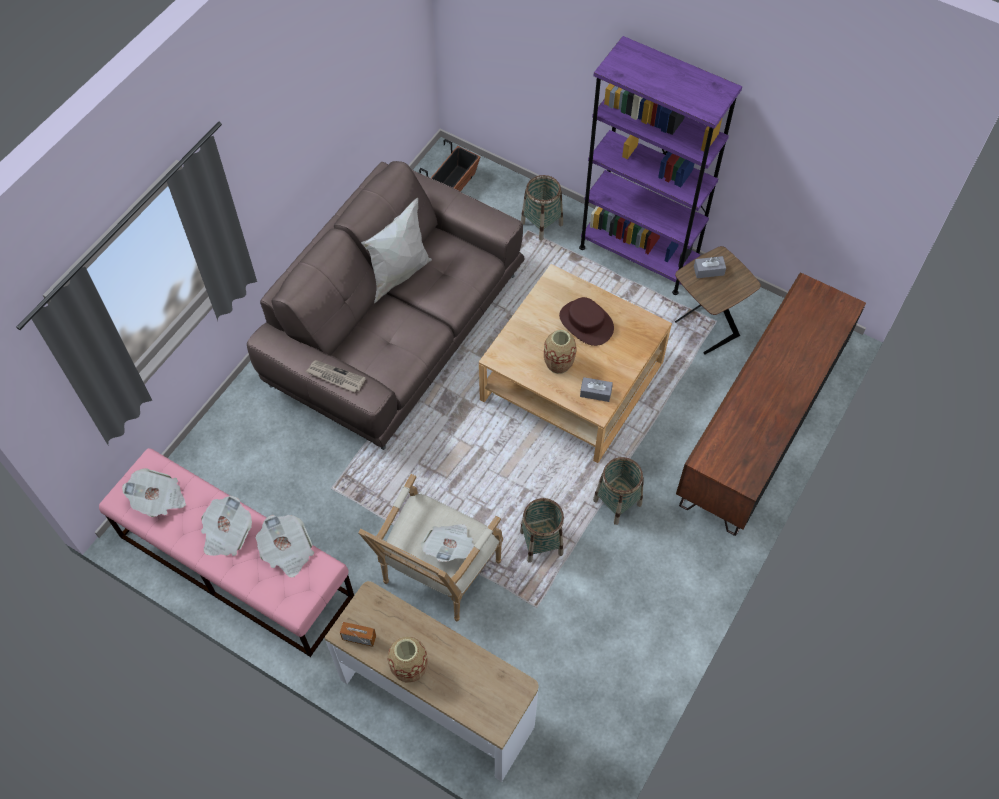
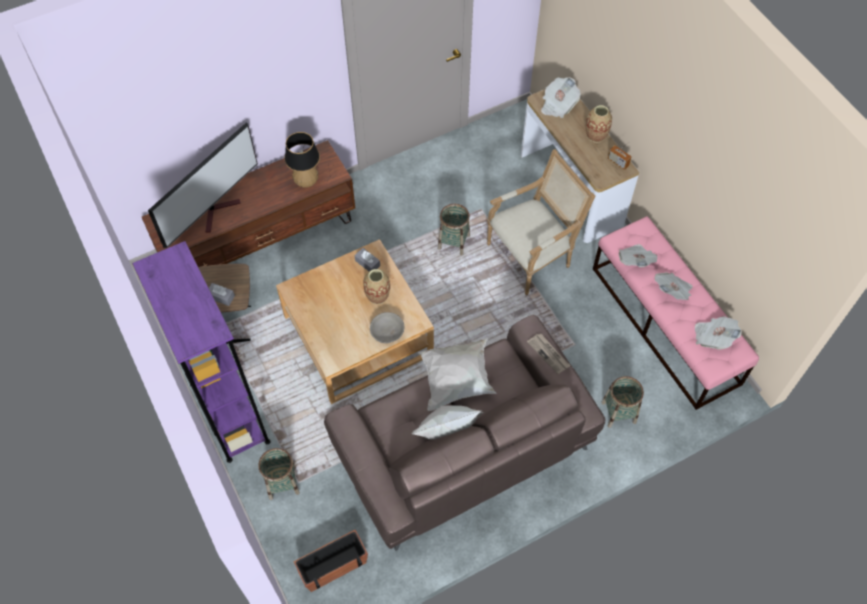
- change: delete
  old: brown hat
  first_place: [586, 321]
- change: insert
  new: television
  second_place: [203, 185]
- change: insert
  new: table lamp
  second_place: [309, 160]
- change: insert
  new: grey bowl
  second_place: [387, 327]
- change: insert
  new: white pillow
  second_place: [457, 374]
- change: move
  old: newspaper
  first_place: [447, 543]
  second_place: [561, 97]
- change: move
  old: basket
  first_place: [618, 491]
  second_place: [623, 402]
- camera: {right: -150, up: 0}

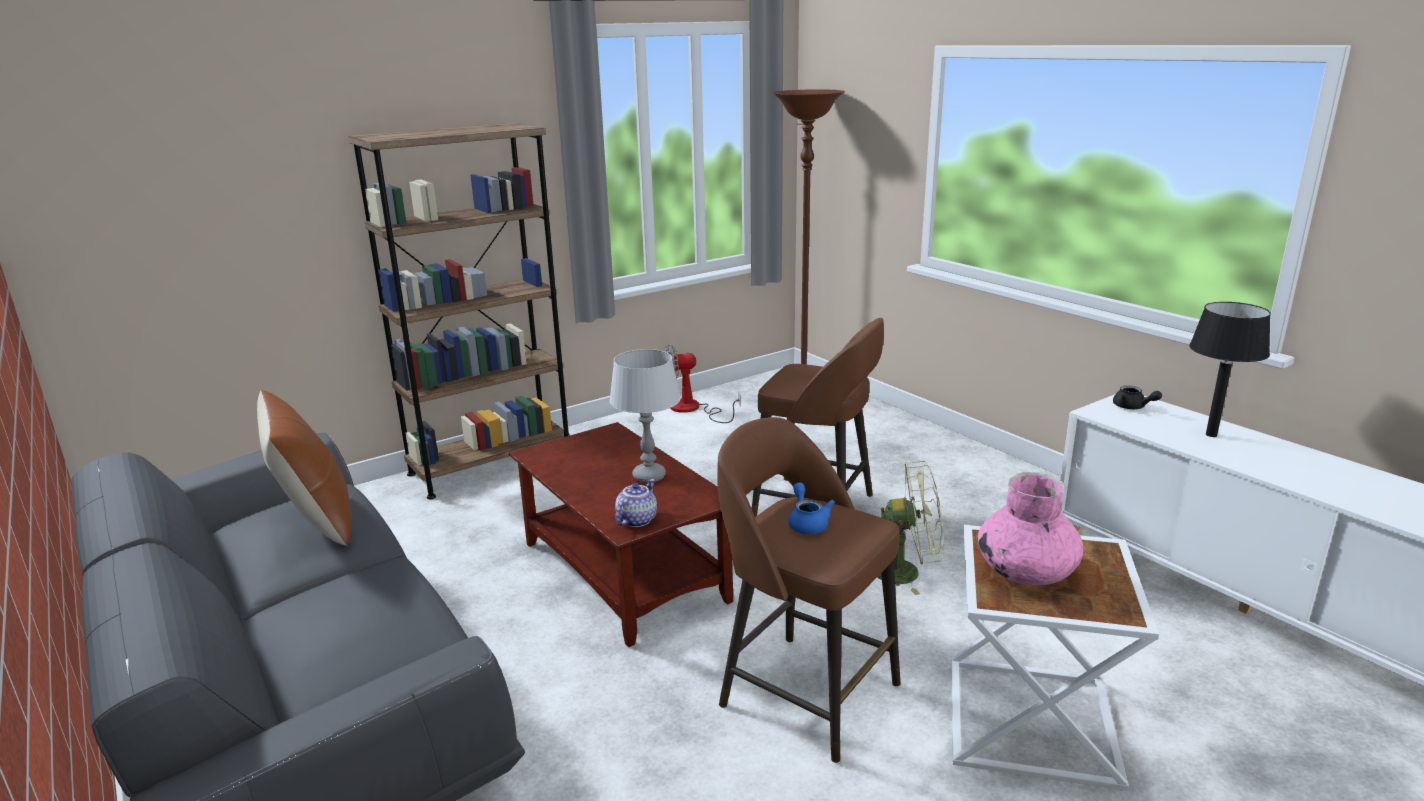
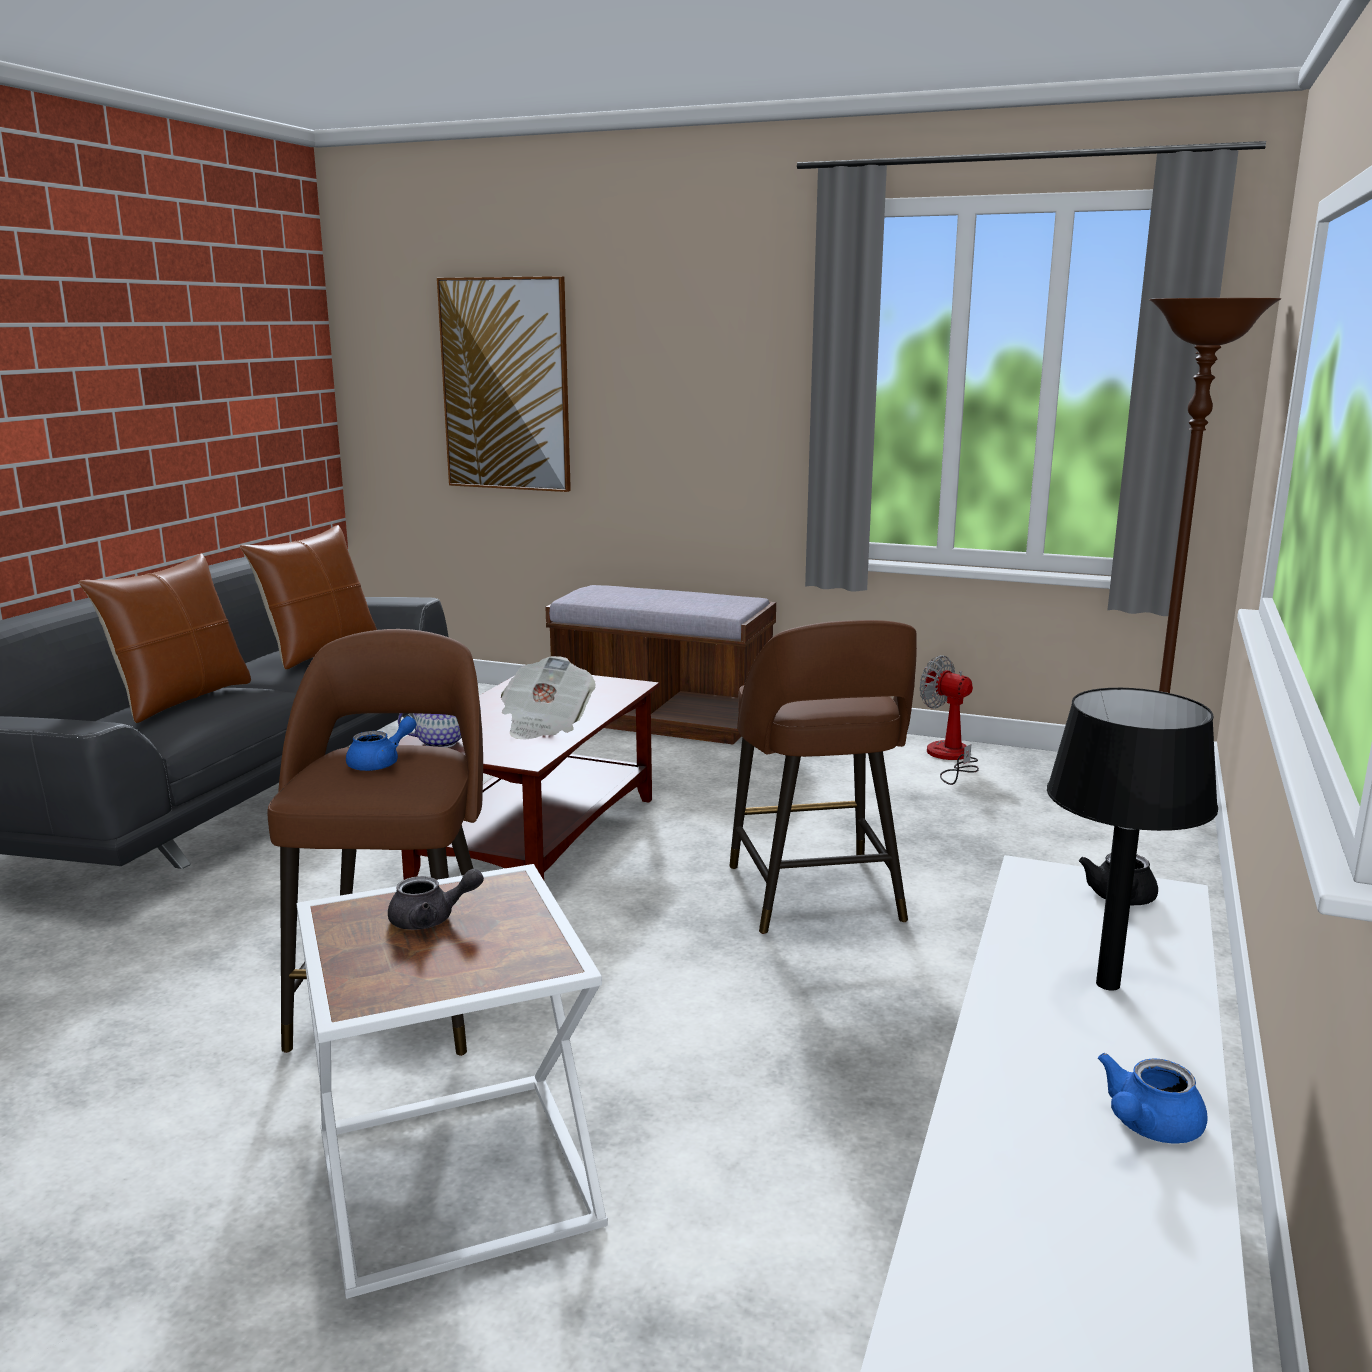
- change: delete
  old: green fan
  first_place: [910, 528]
- change: insert
  new: brown pillow
  second_place: [164, 638]
- change: insert
  new: picture
  second_place: [504, 384]
- change: insert
  new: blue teapot
  second_place: [1153, 1098]
- change: replace
  old: brown bookcase
  new: brown bench
  first_place: [459, 311]
  second_place: [660, 665]
- change: replace
  old: grey table lamp
  new: newspaper
  first_place: [645, 416]
  second_place: [548, 697]
- change: replace
  old: pink vase
  new: grey teapot
  first_place: [1031, 528]
  second_place: [436, 899]
- camera: {right: 55, up: -5}

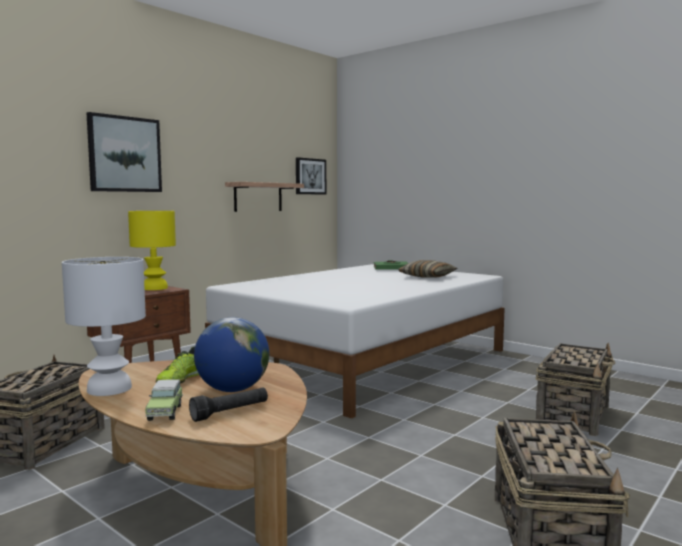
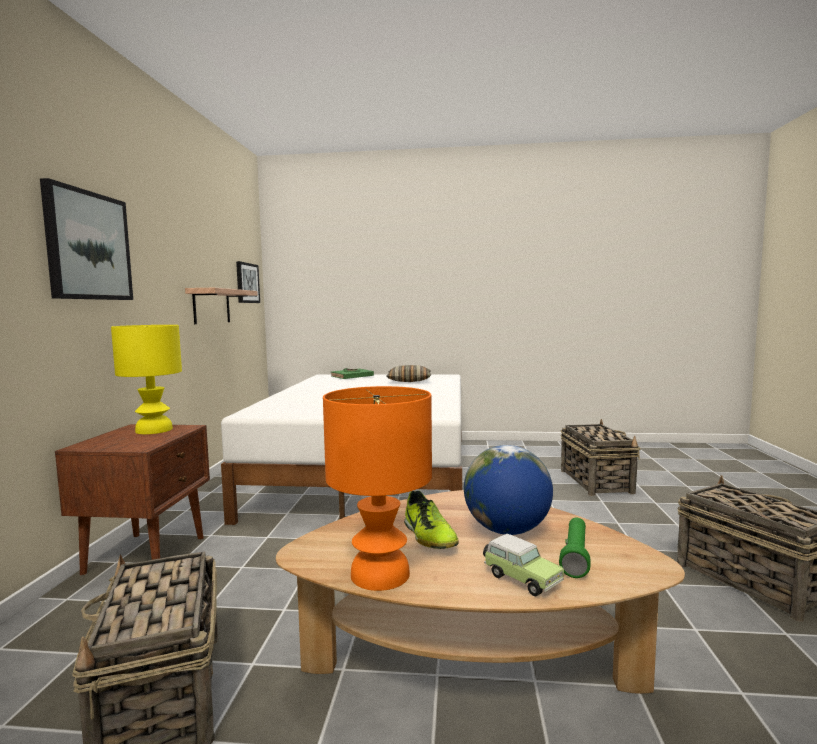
- change: recolor
  old: white table lamp
  new: orange table lamp
  first_place: [104, 326]
  second_place: [377, 488]
- change: recolor
  old: black flashlight
  new: green flashlight
  first_place: [228, 405]
  second_place: [574, 547]
- camera: {right: -35, up: 0}

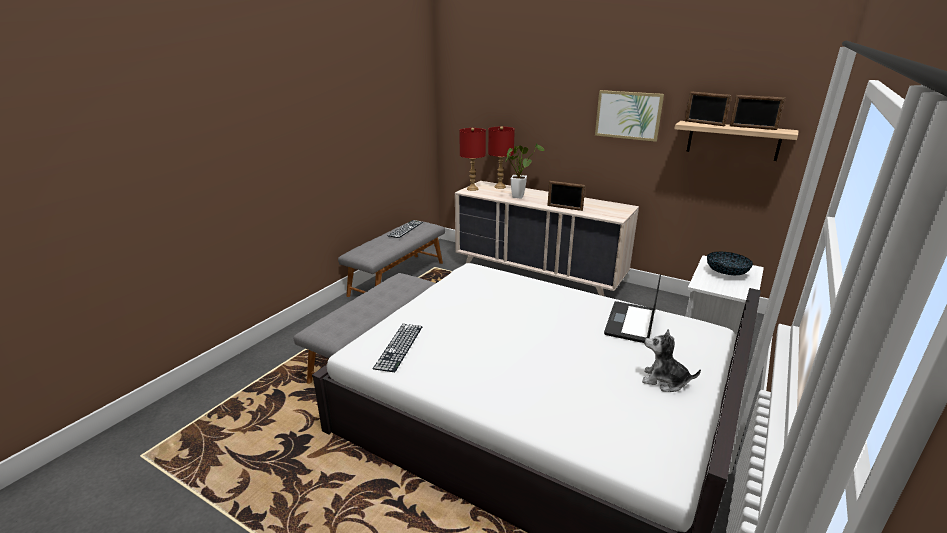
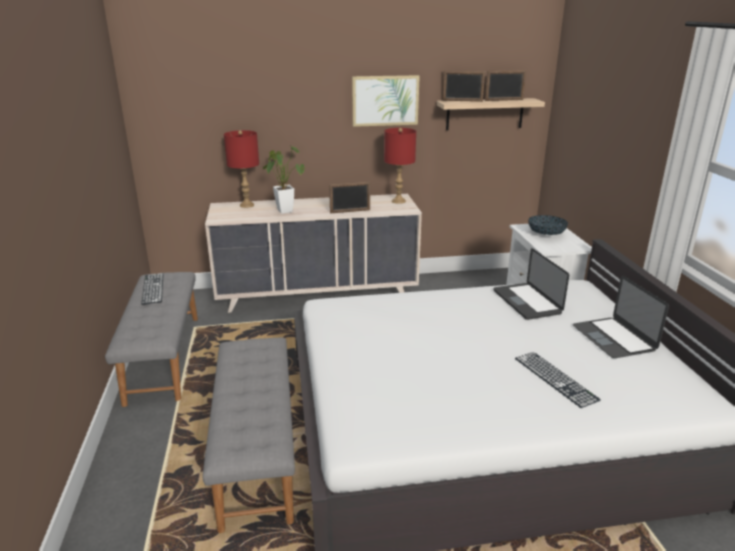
- change: move
  old: keyboard
  first_place: [398, 348]
  second_place: [558, 380]
- change: move
  old: red table lamp
  first_place: [472, 159]
  second_place: [400, 166]
- change: replace
  old: plush toy
  new: laptop
  first_place: [671, 360]
  second_place: [621, 317]
- camera: {right: -40, up: 0}

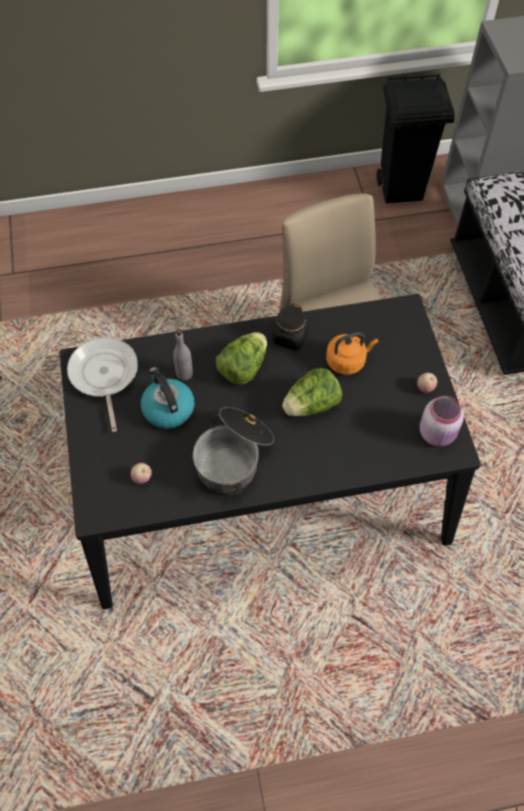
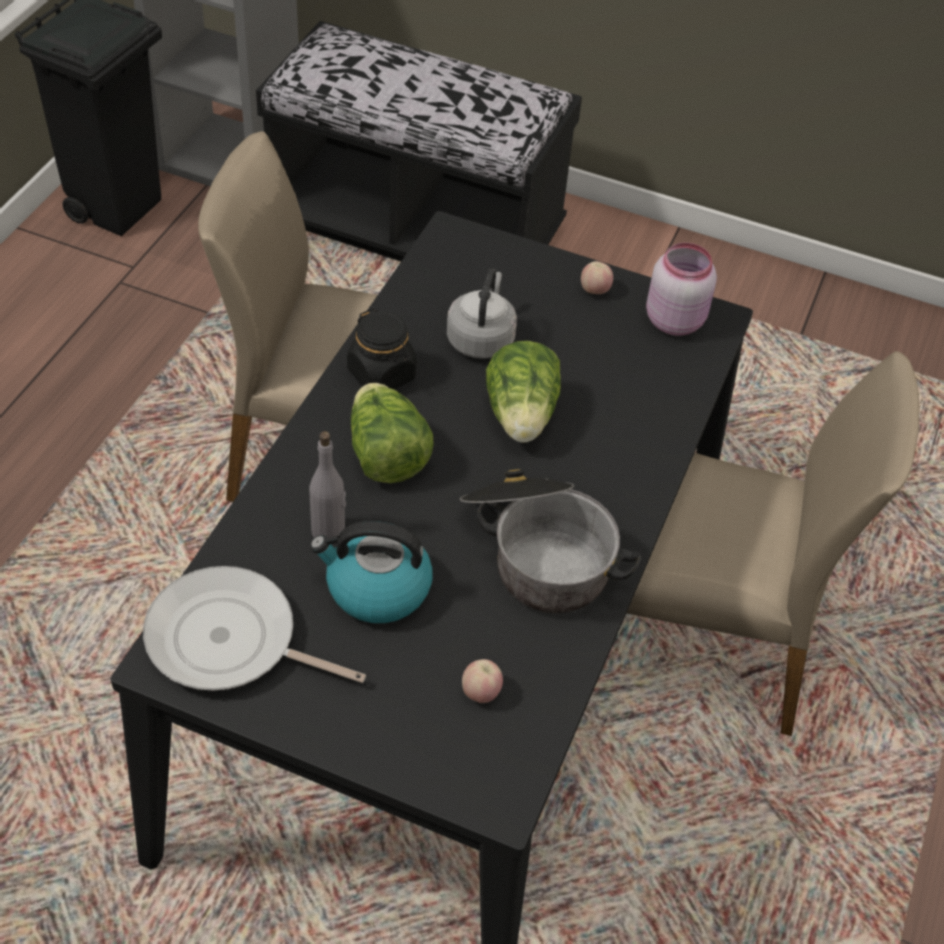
- change: insert
  new: beige chair
  second_place: [773, 543]
- change: recolor
  old: orange kettle
  new: grey kettle
  first_place: [352, 353]
  second_place: [482, 313]
- camera: {right: -60, up: -10}

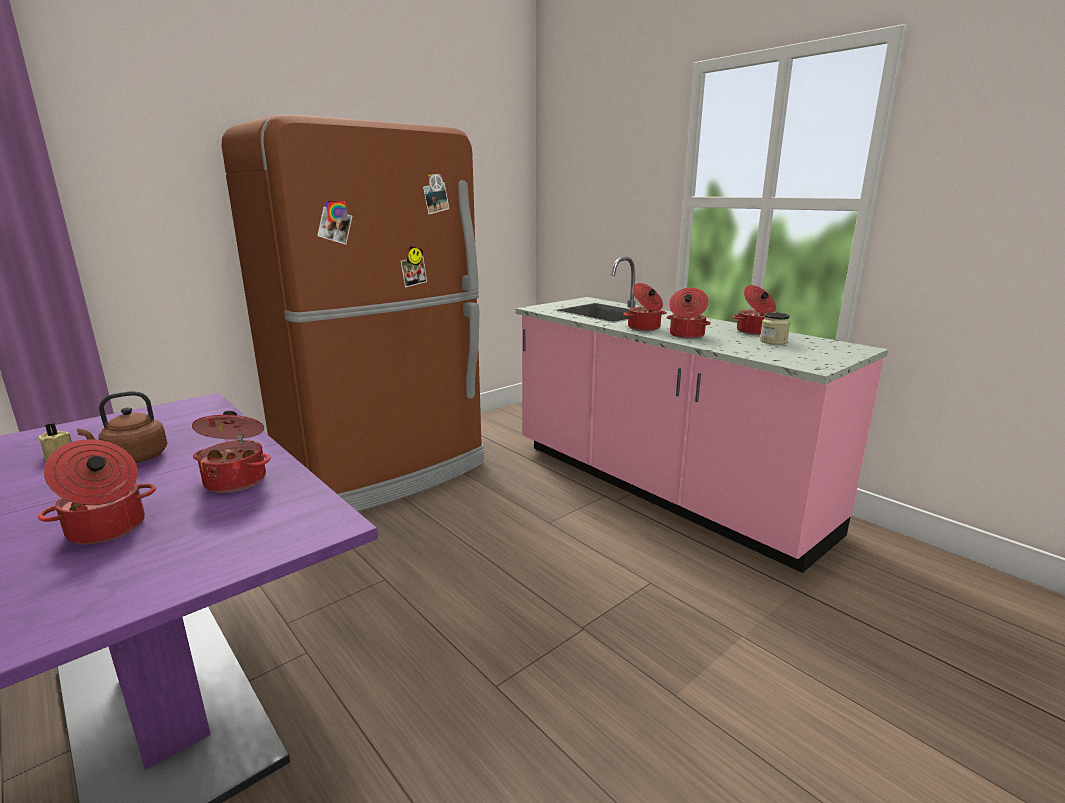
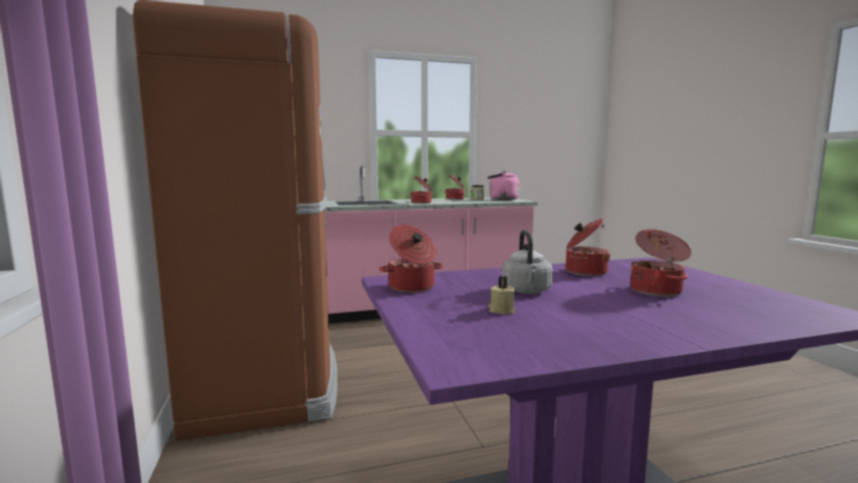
- change: insert
  new: pink kettle
  second_place: [503, 185]
- change: move
  old: cooking pot
  first_place: [689, 313]
  second_place: [411, 259]
- change: recolor
  old: brown kettle
  new: grey kettle
  first_place: [122, 427]
  second_place: [527, 262]
- camera: {right: -65, up: -10}

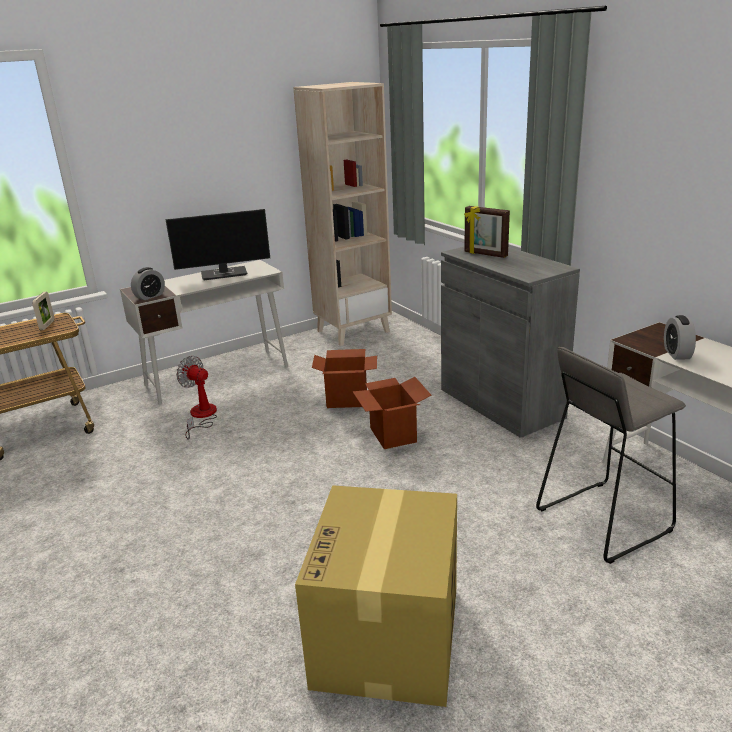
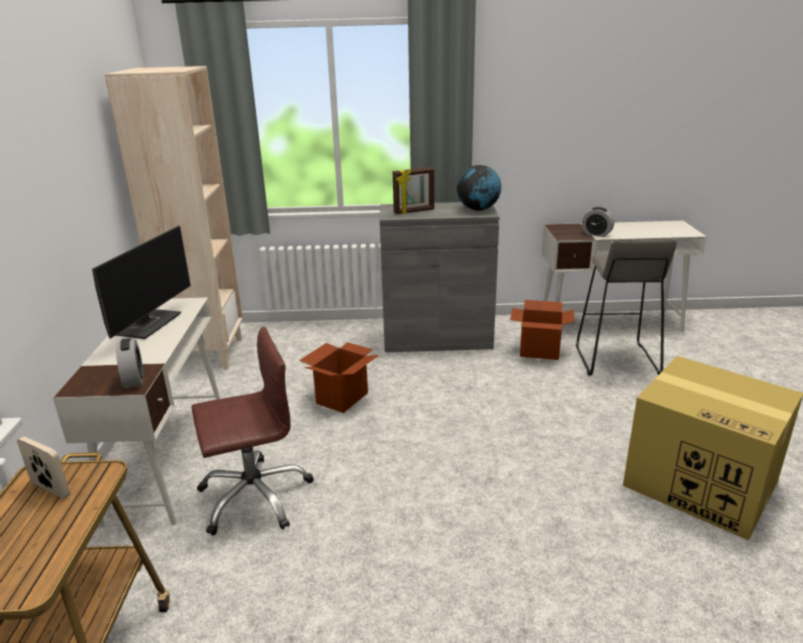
- change: insert
  new: globe
  second_place: [479, 188]
- change: move
  old: cardboard box
  first_place: [392, 413]
  second_place: [542, 330]
- change: replace
  old: fan
  new: brown office chair
  first_place: [196, 398]
  second_place: [252, 431]
- camera: {right: -60, up: 0}

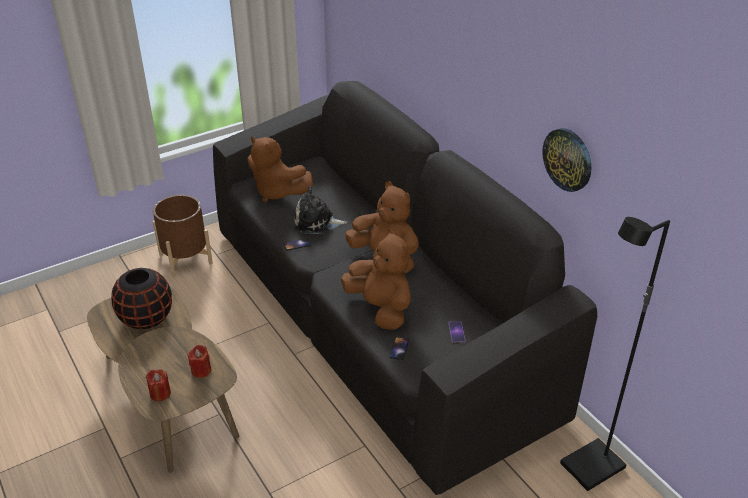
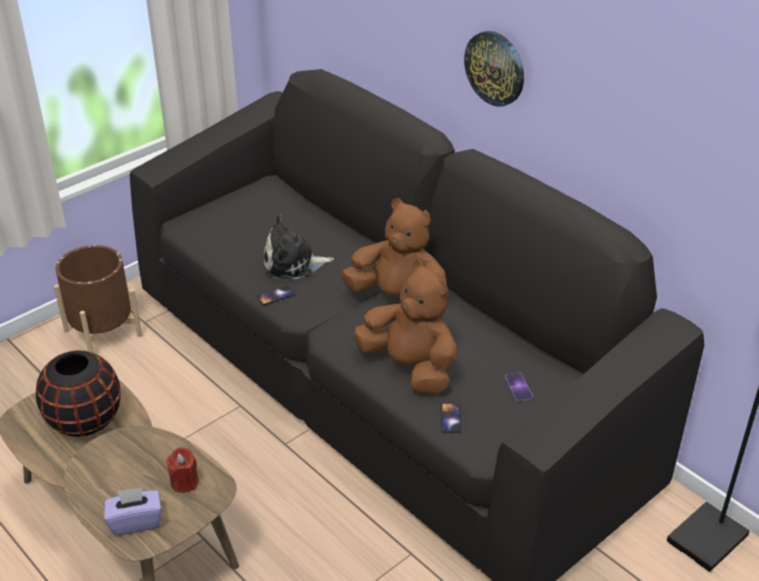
- change: delete
  old: brown plush toy
  first_place: [280, 169]
- change: move
  old: wall clock
  first_place: [566, 160]
  second_place: [494, 69]
- change: replace
  old: red candle
  new: purple tissue box
  first_place: [158, 385]
  second_place: [133, 511]
- camera: {right: -10, up: 0}

